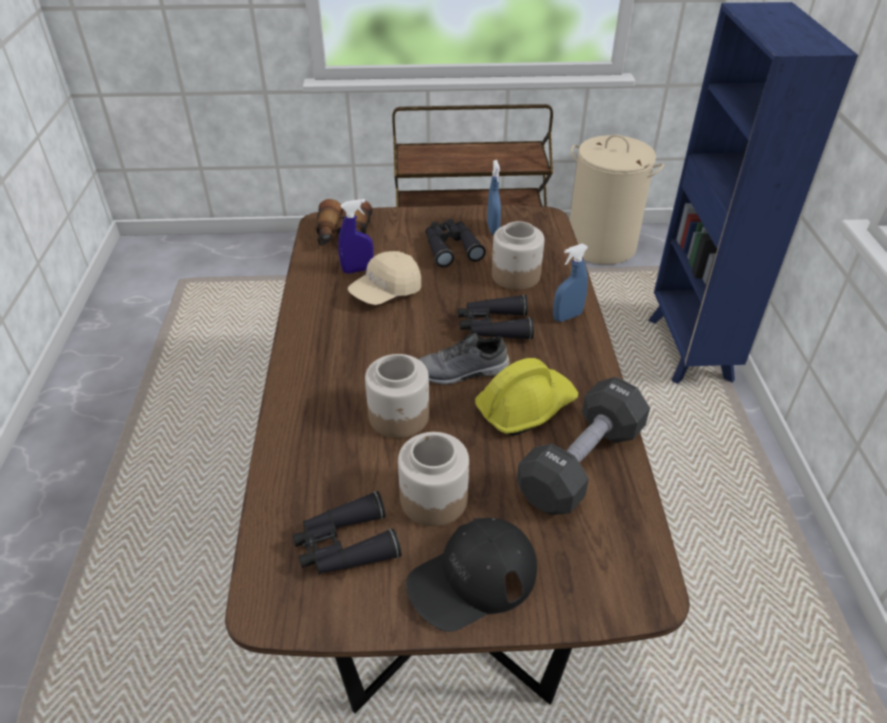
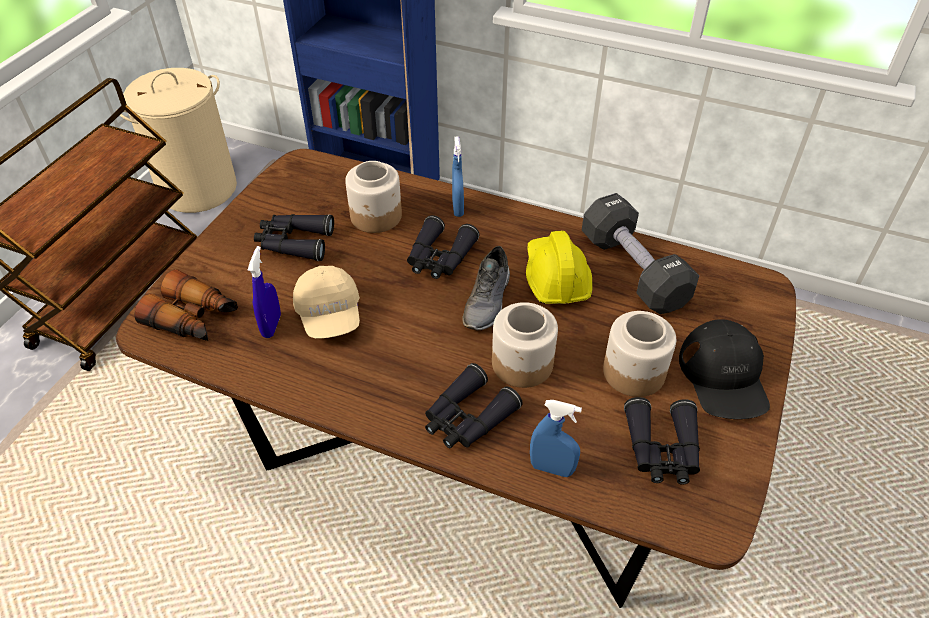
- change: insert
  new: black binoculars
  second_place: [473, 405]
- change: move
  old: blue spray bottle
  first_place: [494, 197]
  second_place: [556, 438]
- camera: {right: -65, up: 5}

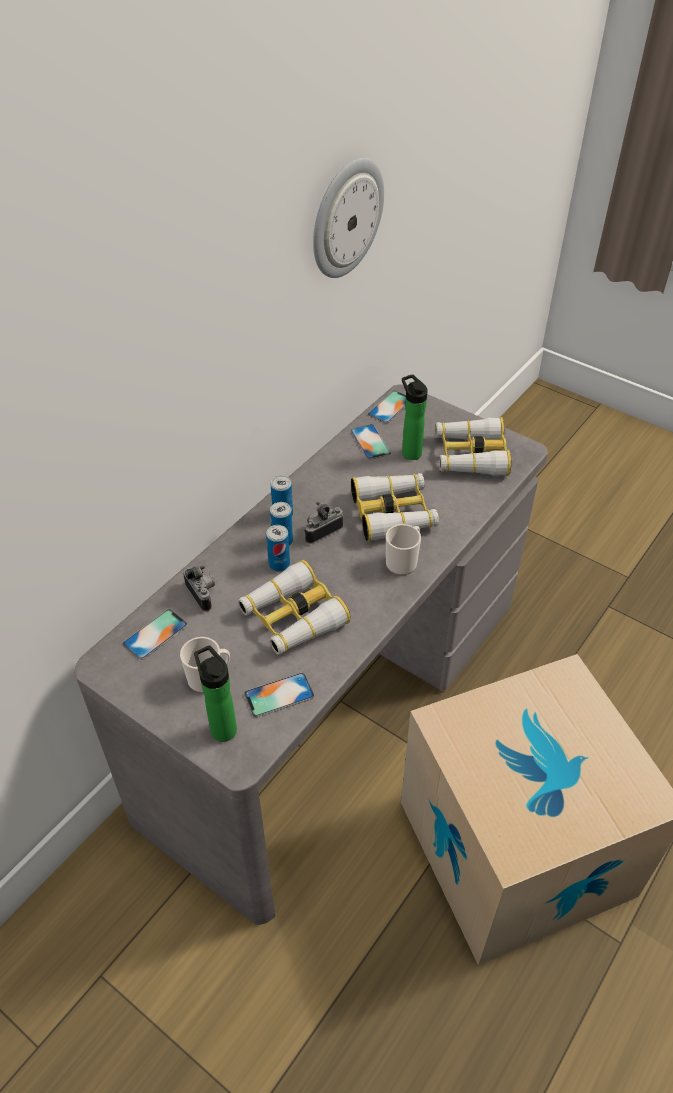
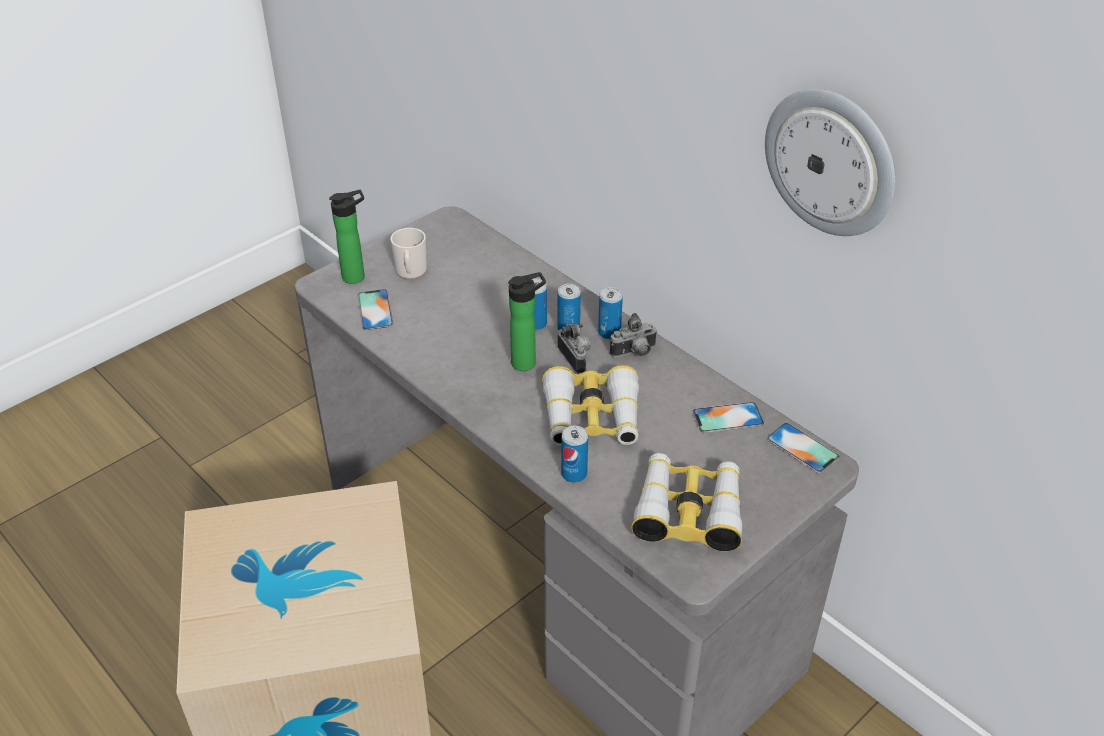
- change: delete
  old: phone
  first_place: [155, 634]
- change: delete
  old: binoculars
  first_place: [294, 607]
- change: delete
  old: mug
  first_place: [403, 549]
- change: insert
  new: can
  second_place: [574, 454]
- change: move
  old: photo camera
  first_place: [199, 588]
  second_place: [634, 335]
- change: move
  old: bottle
  first_place: [415, 417]
  second_place: [527, 321]
- camera: {right: 100, up: -5}

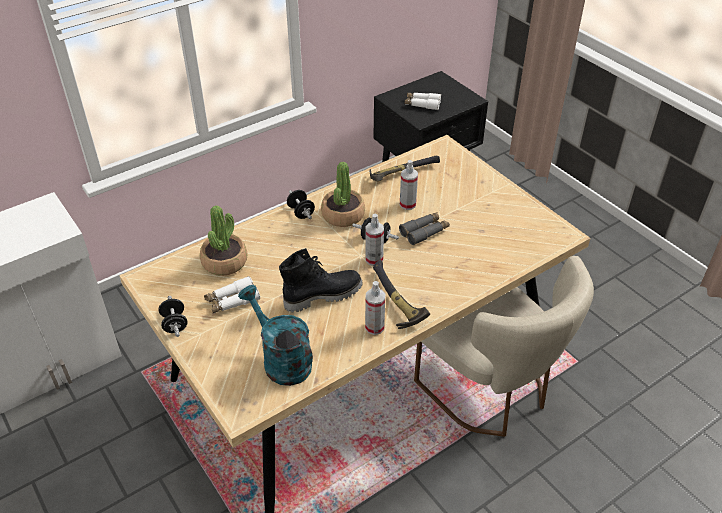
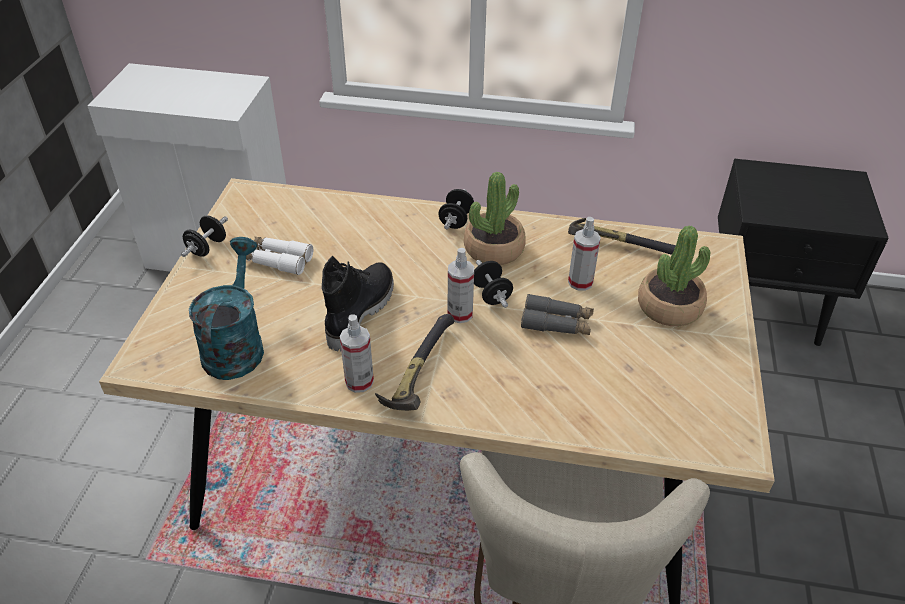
- change: delete
  old: white binoculars
  first_place: [422, 101]
- change: move
  old: potted plant
  first_place: [223, 241]
  second_place: [674, 276]
- change: rotate
  old: black boot
  first_place: [321, 280]
  second_place: [358, 303]
  degrees: -90
- camera: {right: 45, up: 0}

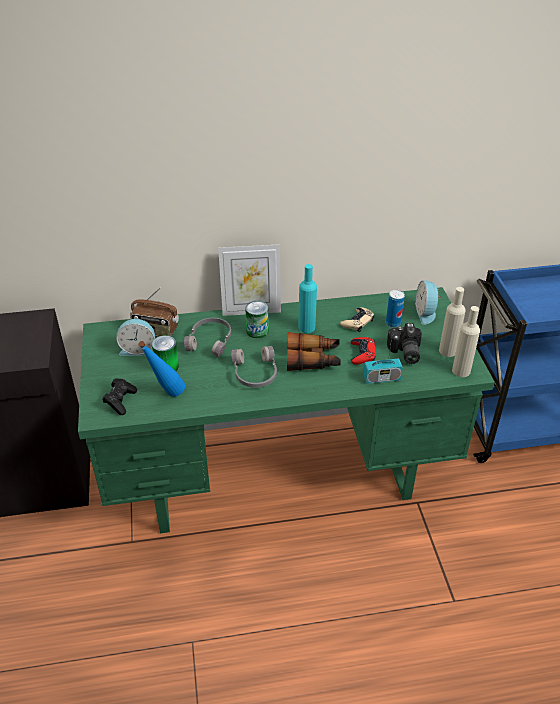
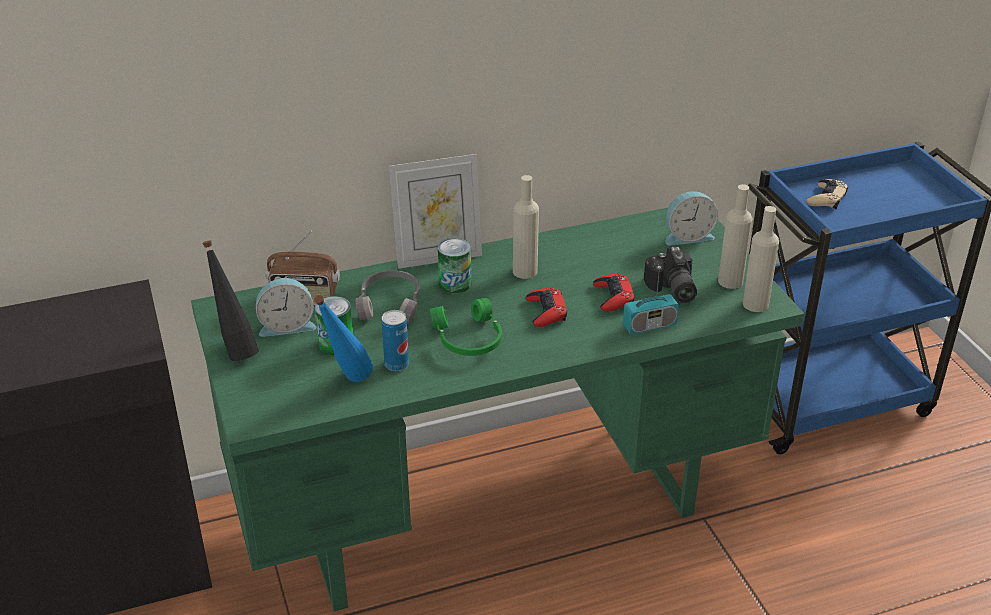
- change: delete
  old: black game controller
  first_place: [120, 396]
- change: insert
  new: black bottle
  second_place: [230, 300]
- change: move
  old: beige game controller
  first_place: [357, 319]
  second_place: [827, 194]
- change: move
  old: can
  first_place: [395, 309]
  second_place: [395, 340]
- change: replace
  old: binoculars
  new: red game controller
  first_place: [314, 351]
  second_place: [546, 307]
- change: recolor
  old: grey headphones
  new: green headphones
  first_place: [254, 367]
  second_place: [466, 327]
- change: recolor
  old: turquoise bottle
  new: beige bottle
  first_place: [307, 298]
  second_place: [526, 227]
- change: rotate
  old: alarm clock
  first_place: [428, 302]
  second_place: [692, 218]
  degrees: -90
- camera: {right: -10, up: -5}

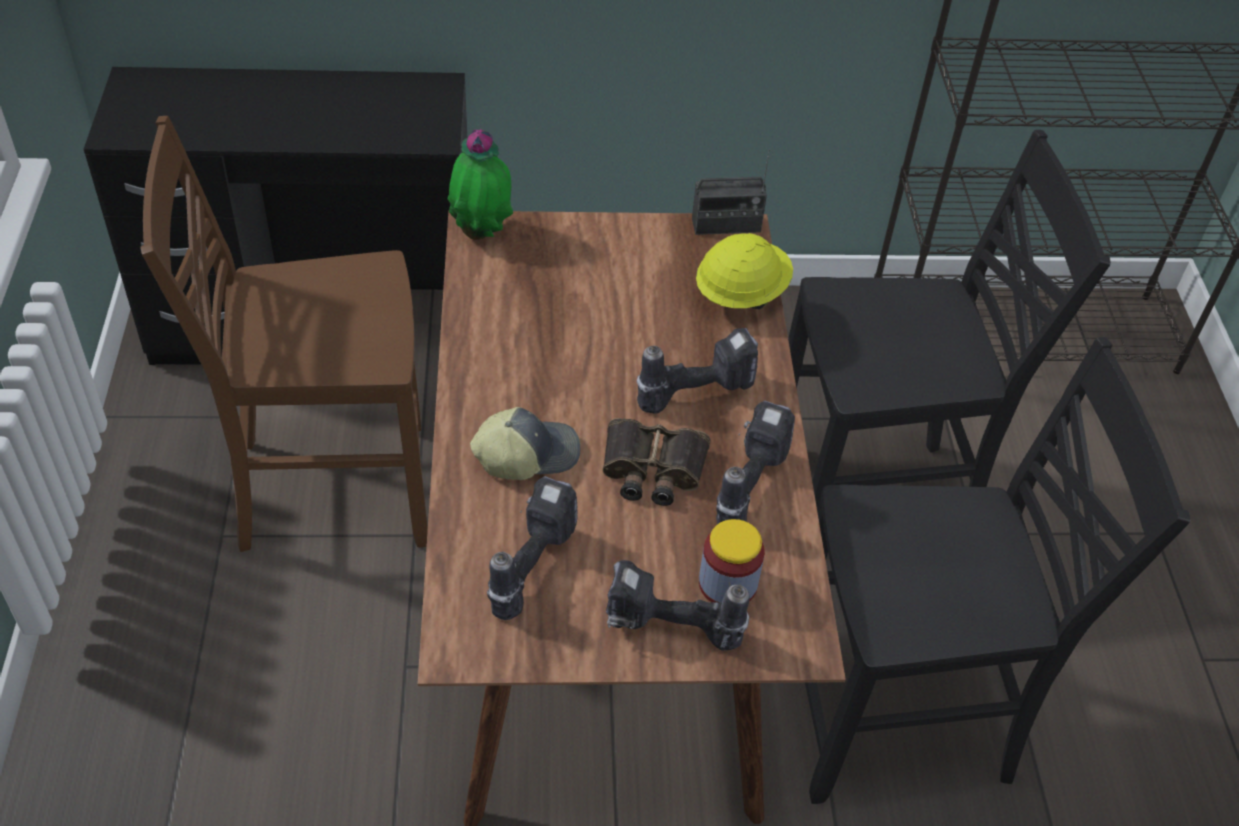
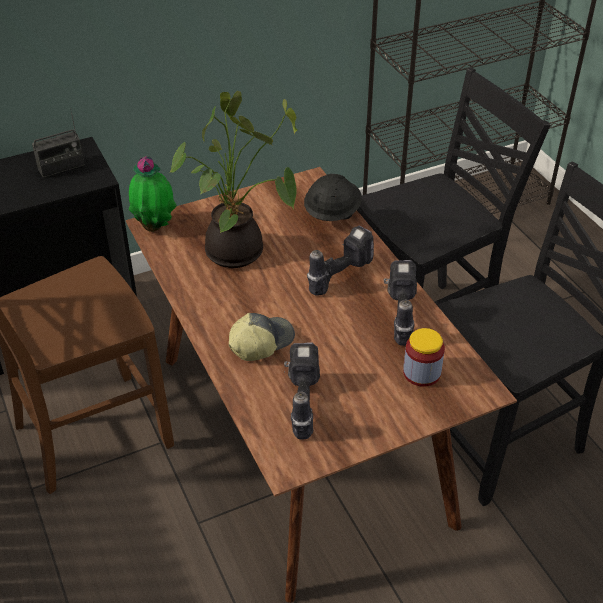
- change: delete
  old: binoculars
  first_place: [657, 462]
- change: delete
  old: power drill
  first_place: [678, 605]
- change: insert
  new: potted plant
  second_place: [233, 179]
- change: move
  old: radio
  first_place: [731, 192]
  second_place: [58, 143]
- change: recolor
  old: yellow hard hat
  new: black hard hat
  first_place: [744, 271]
  second_place: [333, 197]
- camera: {right: -20, up: -5}

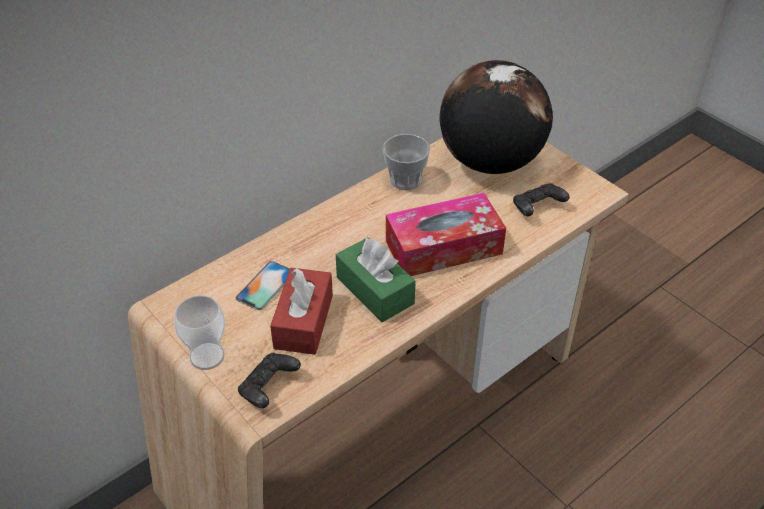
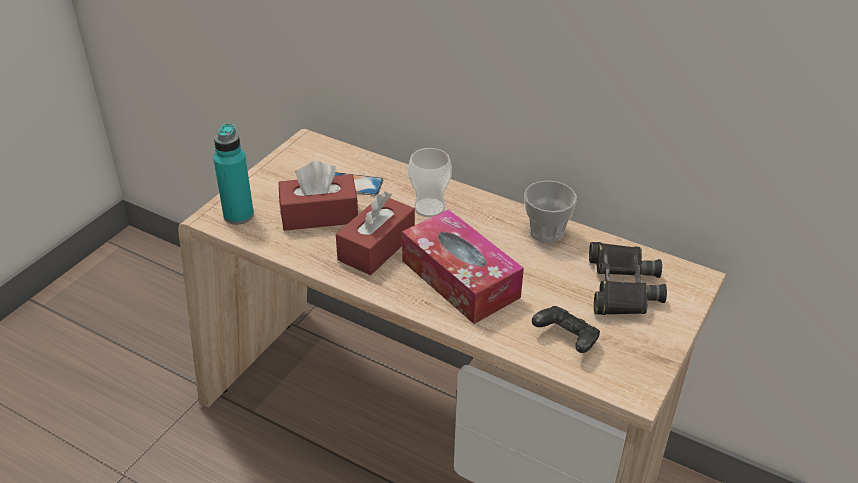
- change: move
  old: cup
  first_place: [199, 332]
  second_place: [430, 182]
- change: replace
  old: black game controller
  new: turquoise bottle
  first_place: [269, 380]
  second_place: [233, 174]
- change: replace
  old: globe
  new: black binoculars
  first_place: [496, 117]
  second_place: [628, 278]
- change: recolor
  old: green tissue box
  new: red tissue box
  first_place: [376, 279]
  second_place: [375, 233]
- camera: {right: 70, up: -5}

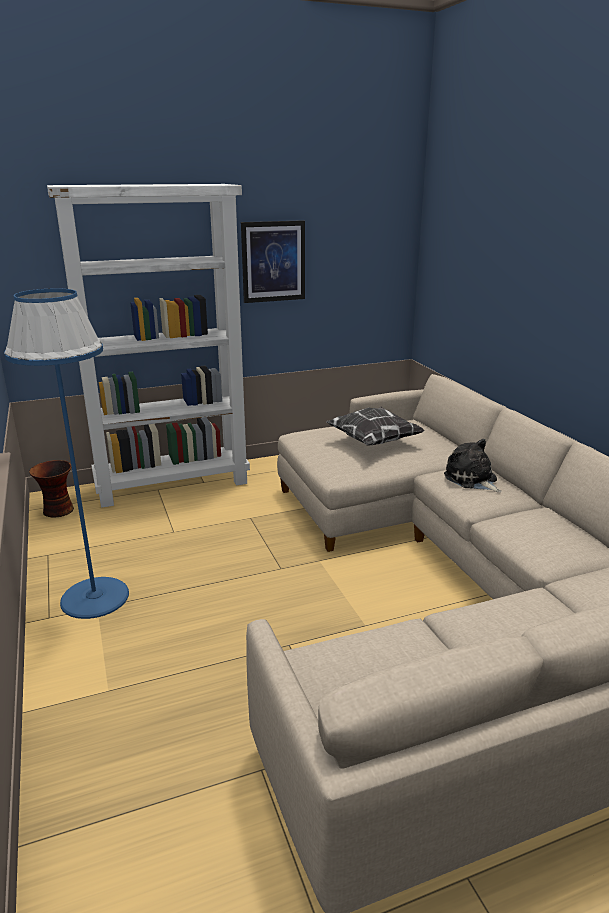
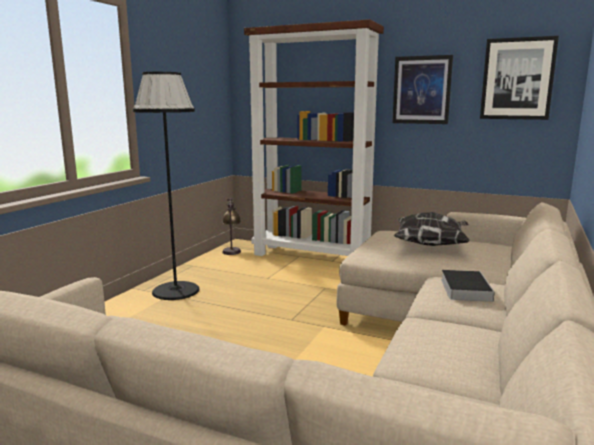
- change: insert
  new: picture
  second_place: [519, 78]
- change: replace
  old: vase
  new: table lamp
  first_place: [51, 489]
  second_place: [231, 226]
- change: replace
  old: plush toy
  new: book
  first_place: [472, 465]
  second_place: [468, 286]
- change: recolor
  old: blue floor lamp
  new: black floor lamp
  first_place: [66, 453]
  second_place: [166, 186]
- change: recolor
  old: white bookcase
  new: brown bookcase
  first_place: [148, 346]
  second_place: [314, 137]
- camera: {right: 45, up: -10}

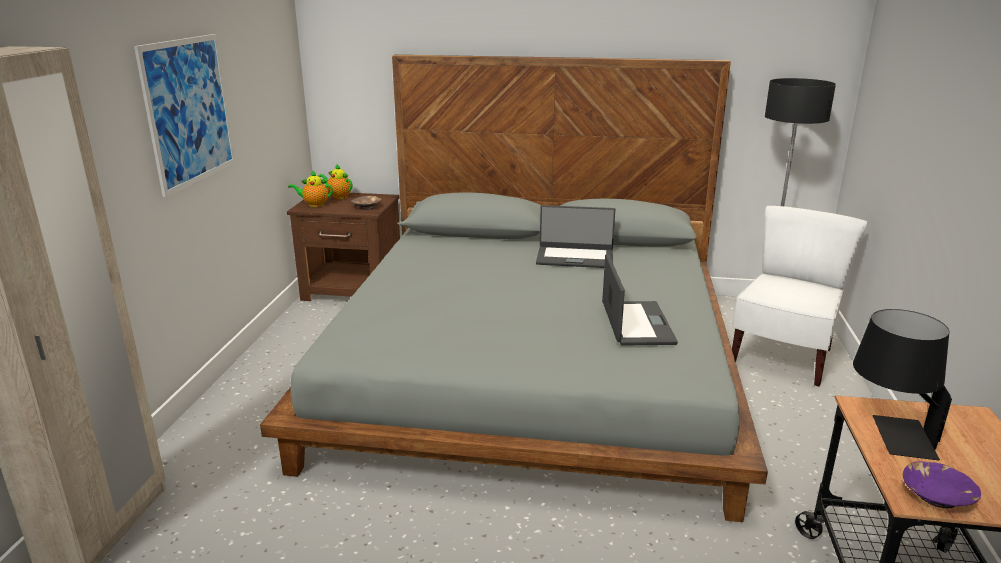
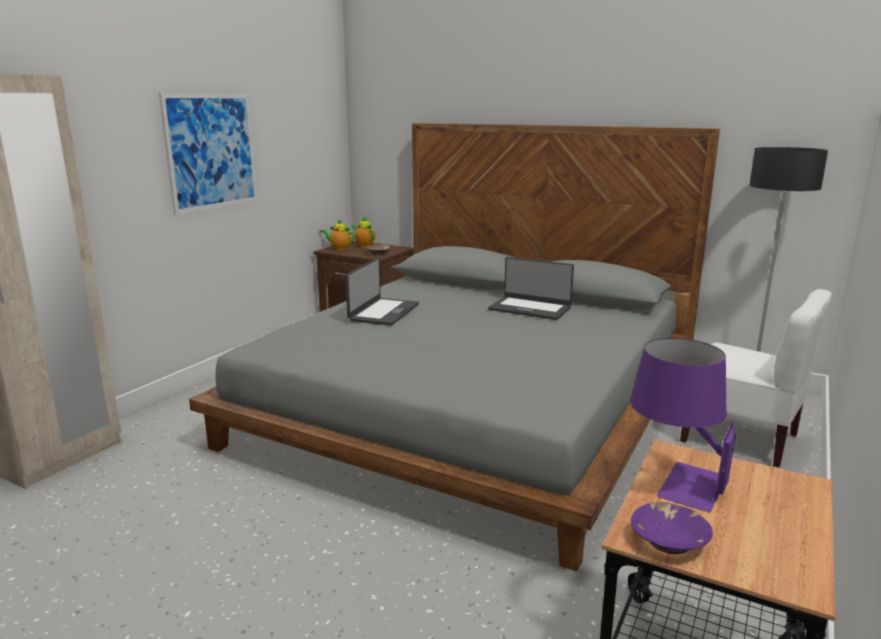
- change: move
  old: laptop
  first_place: [640, 299]
  second_place: [382, 292]
- change: recolor
  old: black table lamp
  new: purple table lamp
  first_place: [902, 384]
  second_place: [683, 425]
- change: rotate
  old: white chair
  first_place: [799, 296]
  second_place: [756, 378]
  degrees: 75
- camera: {right: 20, up: -5}

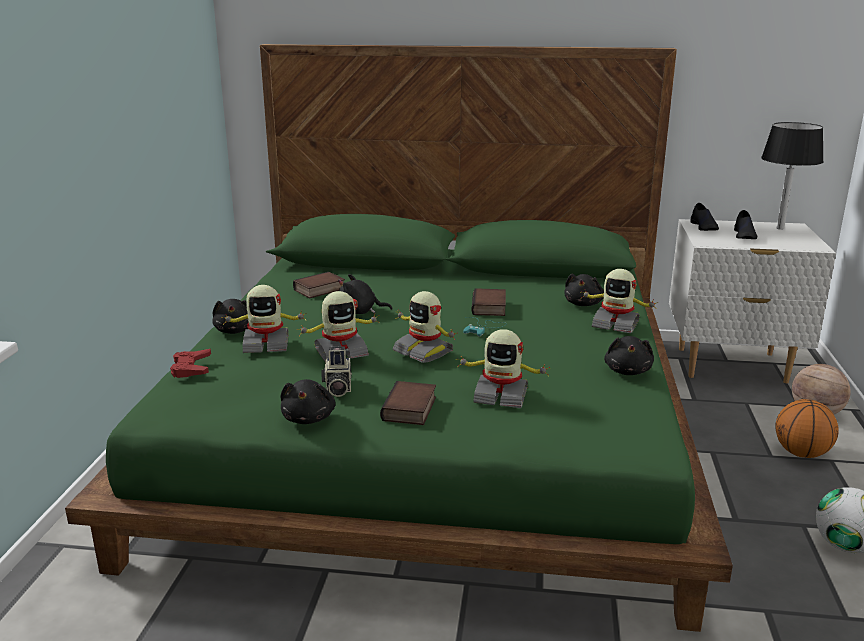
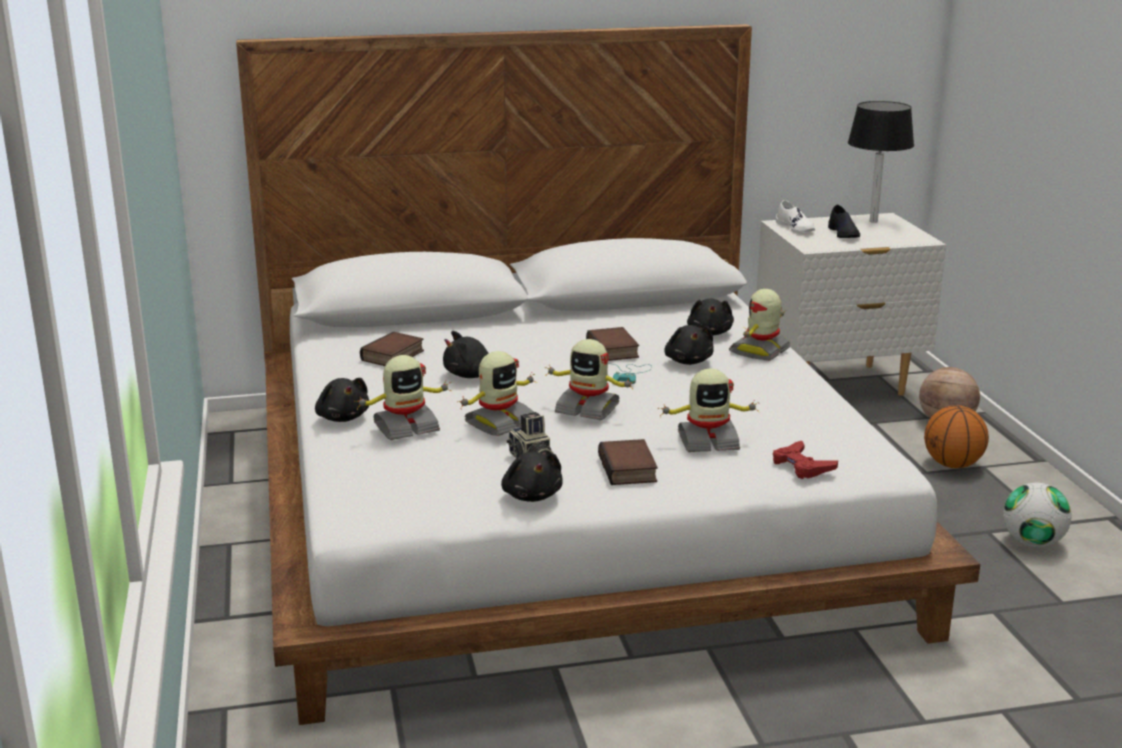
- change: move
  old: red game controller
  first_place: [190, 363]
  second_place: [805, 460]
- change: move
  old: black plush toy
  first_place: [629, 355]
  second_place: [689, 345]
- change: recolor
  old: green bed
  new: white bed
  first_place: [399, 338]
  second_place: [608, 374]
- change: recolor
  old: black shoe
  new: white shoe
  first_place: [704, 217]
  second_place: [795, 216]
- change: rotate
  old: toy robot
  first_place: [619, 301]
  second_place: [759, 325]
  degrees: 120
- camera: {right: -20, up: 0}

